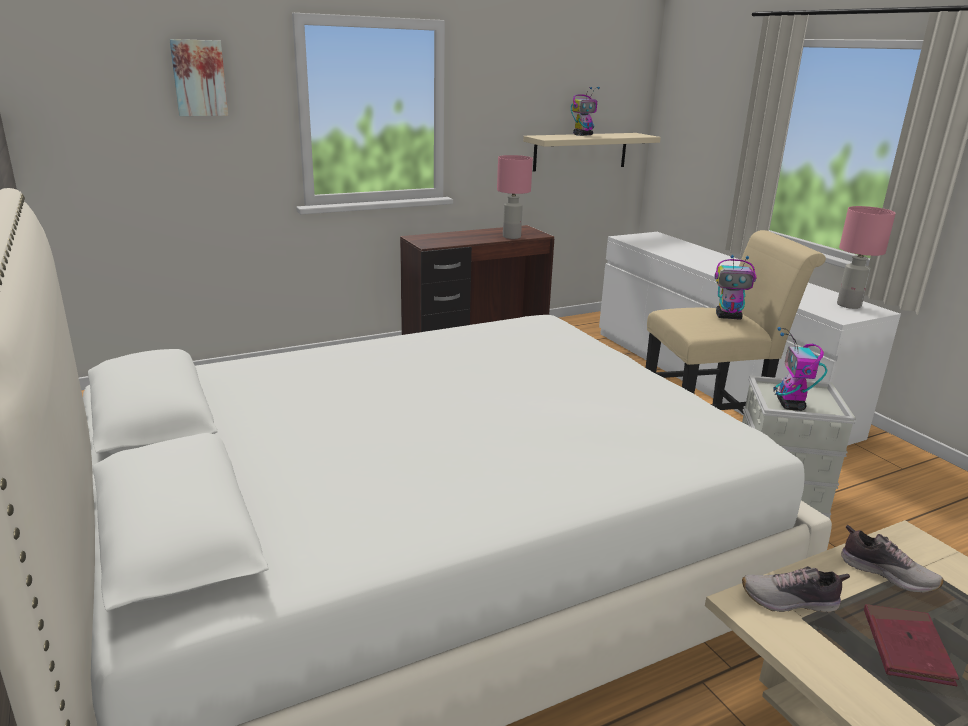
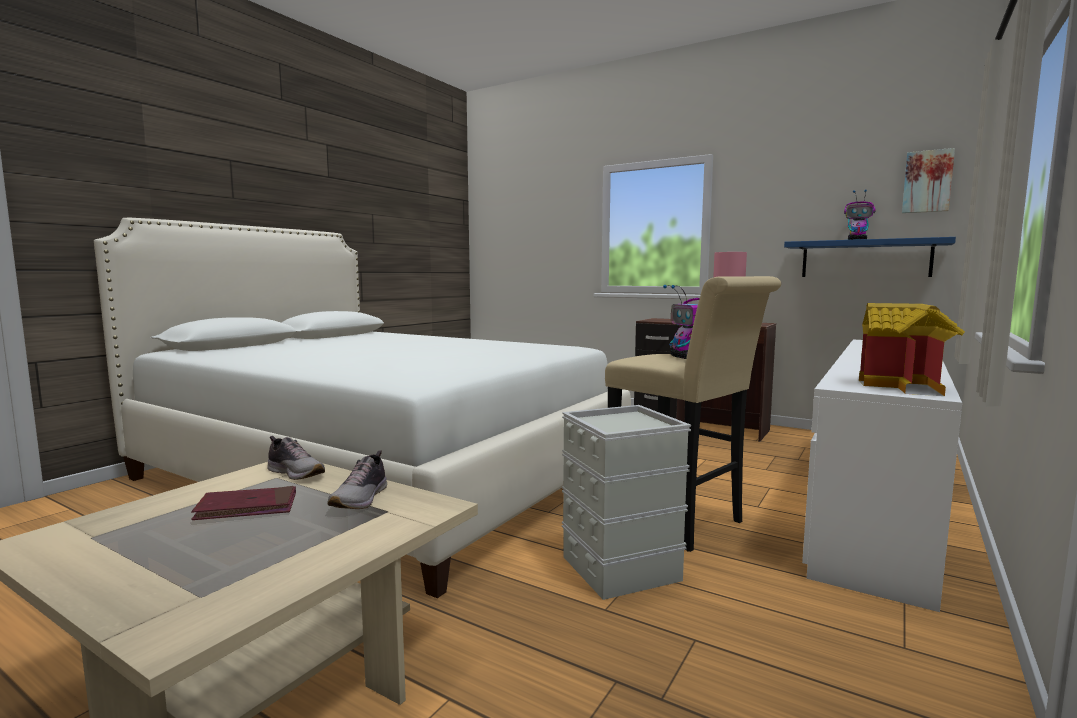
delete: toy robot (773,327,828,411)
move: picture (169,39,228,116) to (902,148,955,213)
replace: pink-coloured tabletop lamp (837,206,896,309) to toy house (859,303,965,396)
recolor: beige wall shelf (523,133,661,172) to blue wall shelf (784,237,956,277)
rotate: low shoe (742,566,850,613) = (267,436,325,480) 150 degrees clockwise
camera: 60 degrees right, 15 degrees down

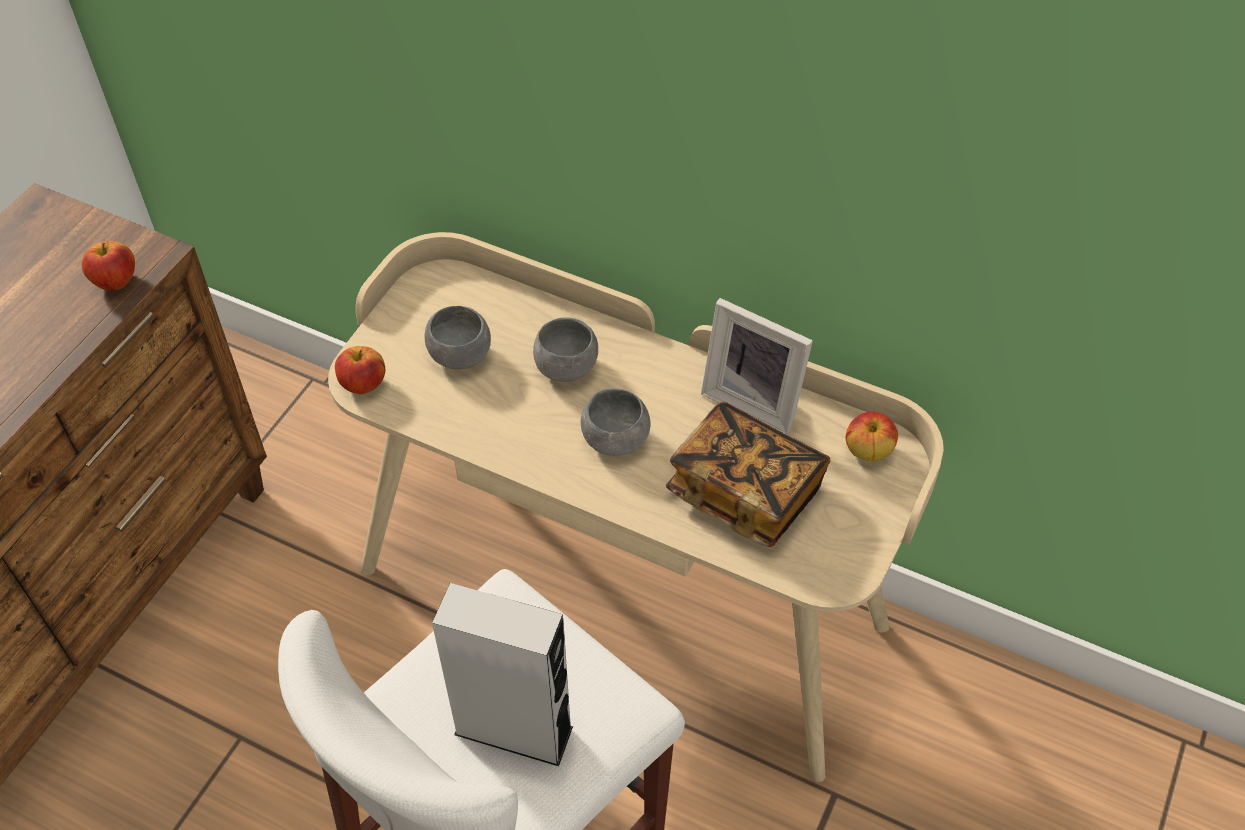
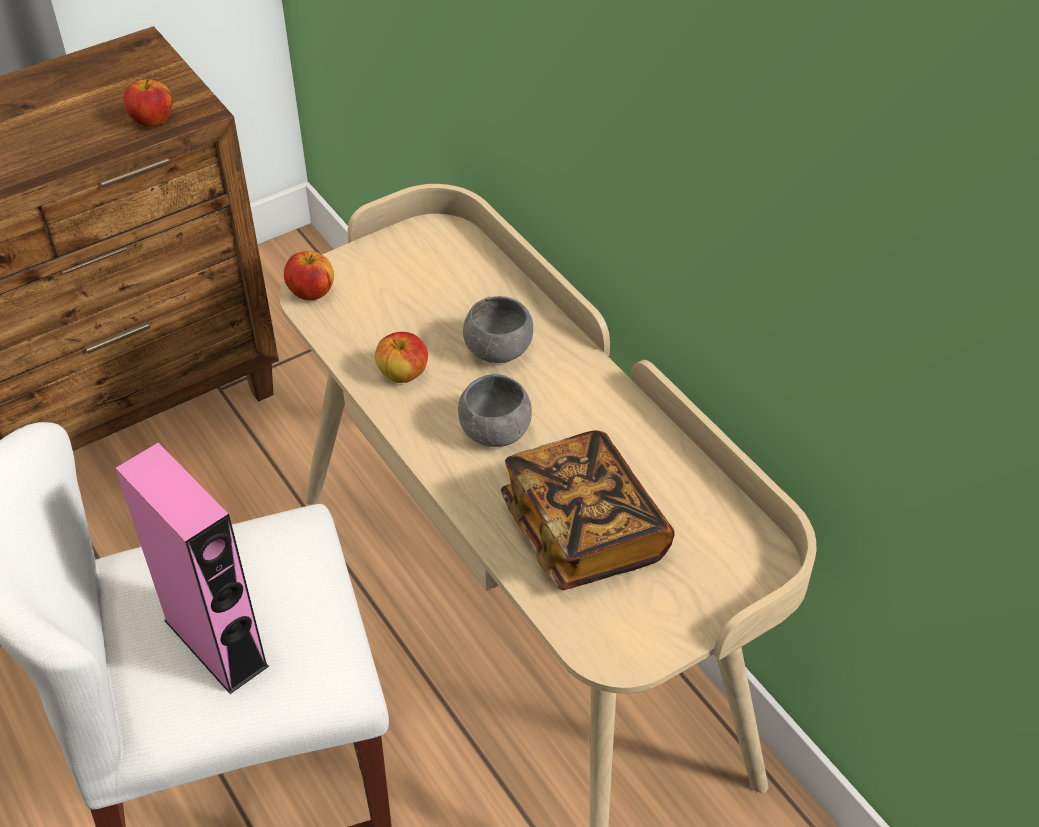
delete: gray serving bowl (425,306,491,369); photo frame (701,298,813,435)
move: apple (846,411,898,462) to (375,332,428,383)
recolor: gray loudspeaker (432,583,573,766) to pink-coloured loudspeaker (115,443,269,694)
camera: 30 degrees right, 5 degrees down

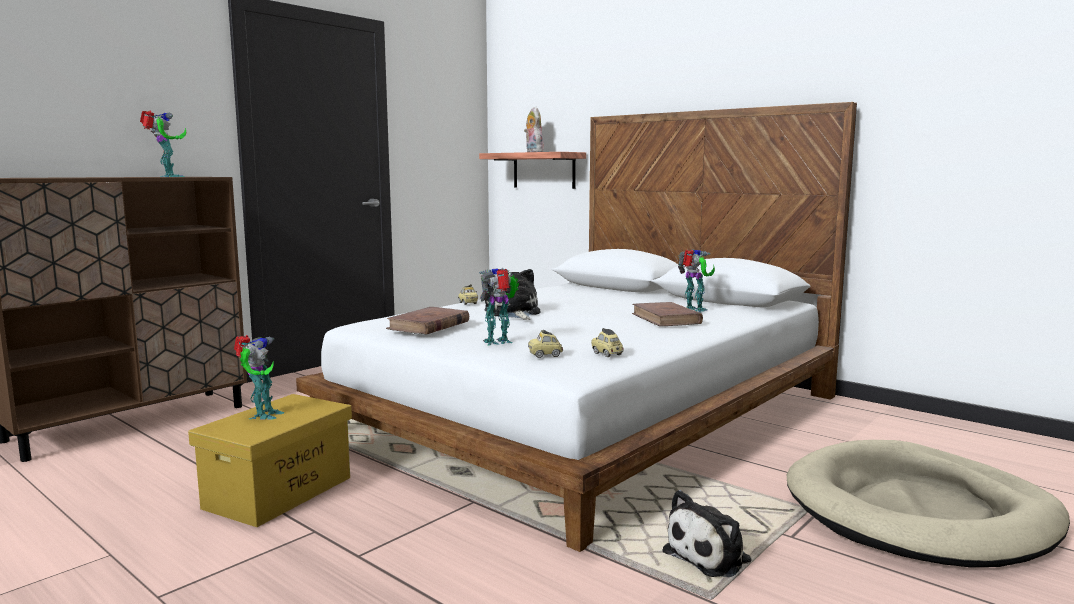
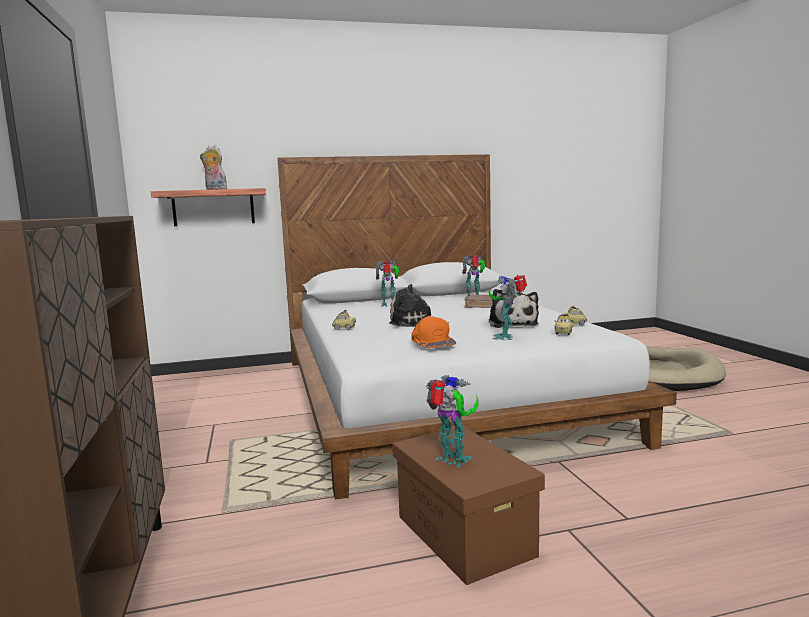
move: toy robot (140,111,186,177) to (375,260,400,307); plush toy (662,490,752,577) to (489,289,539,328)
replace: brown-coloured bound book (386,307,469,335) to orange baseball cap (411,316,456,348)
recolor: yellow storage bin (188,394,352,527) to brown-coloured storage bin (392,426,545,585)
camera: 55 degrees left, 0 degrees up

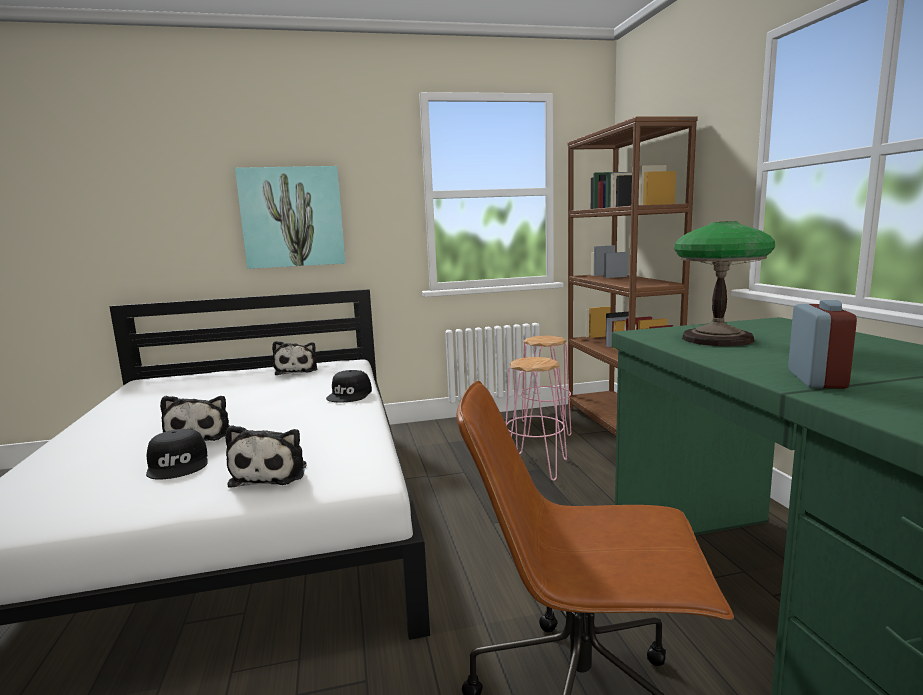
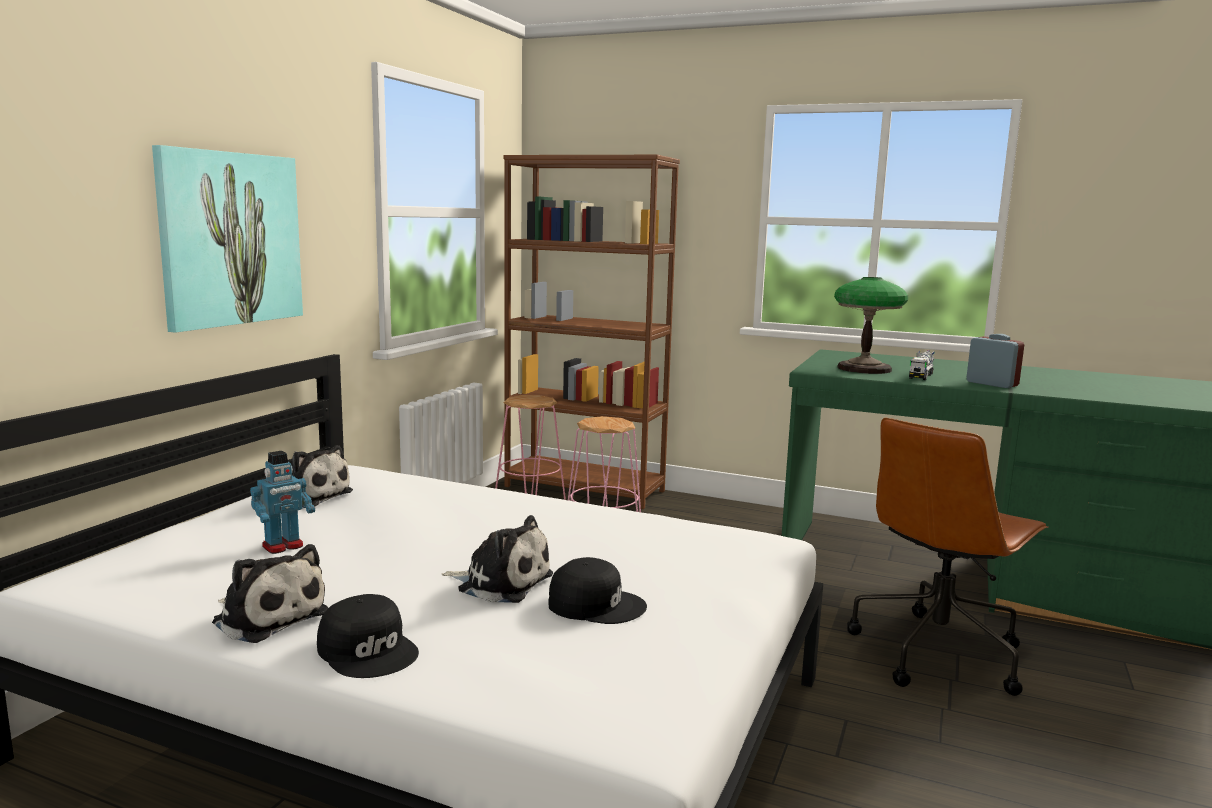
insert: toy robot (250,451,315,554); toy truck (909,350,935,380)
move: plush toy (225,425,307,488) to (212,544,328,643); black baseball cap (326,370,372,403) to (317,594,419,678)
camera: 55 degrees left, 0 degrees up

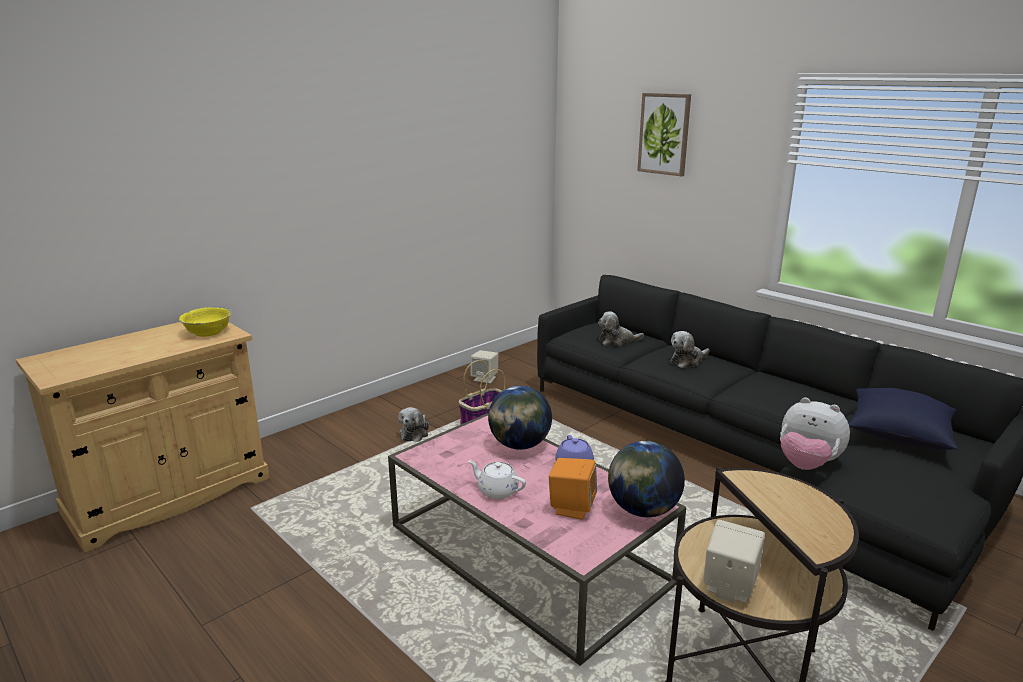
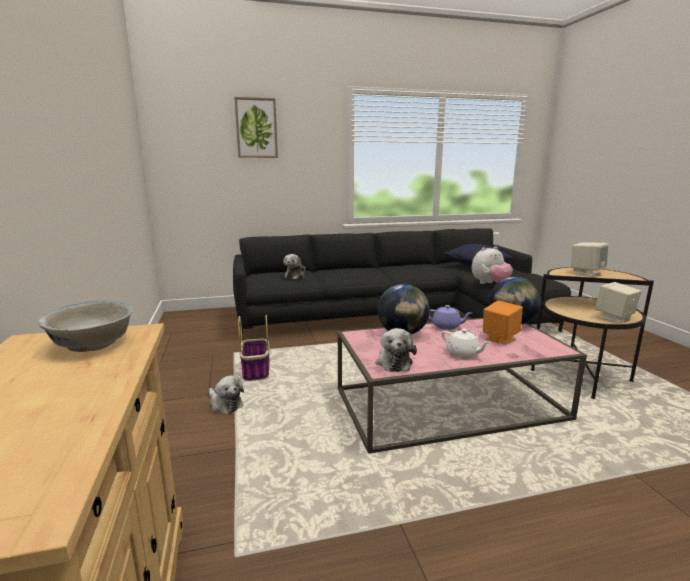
move: beige loudspeaker (470,350,498,383) to (571,242,608,277); plush toy (670,331,709,368) to (376,328,417,372)
recolor: yellow serving bowl (179,306,232,337) to white-coloured serving bowl (38,301,134,352)
rotate: white-coloured teapot (468,460,526,499) = (441,329,491,358) 105 degrees counterclockwise
camera: 60 degrees left, 5 degrees down

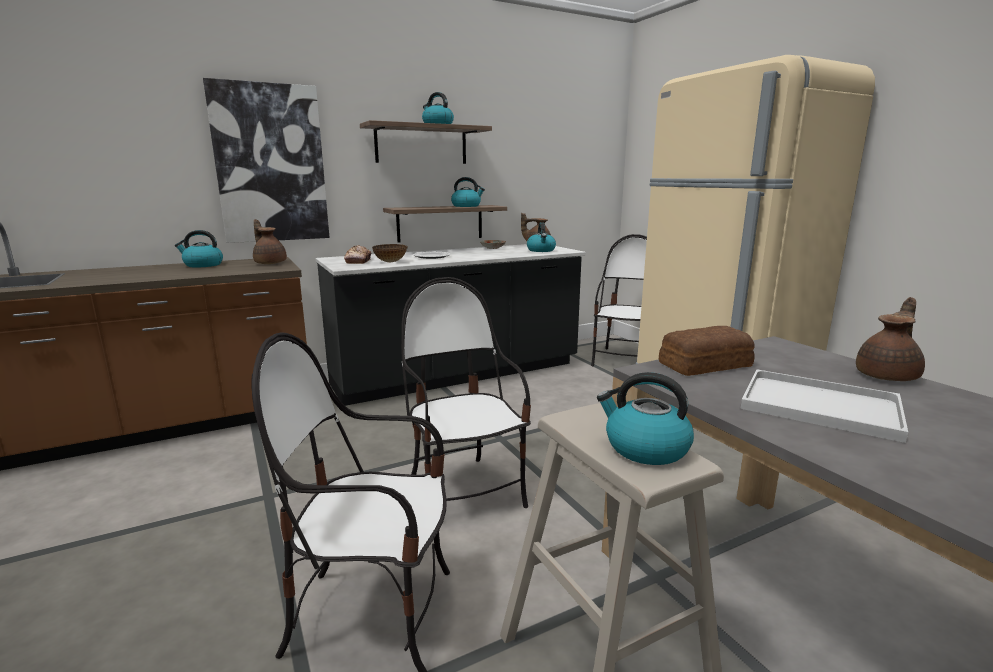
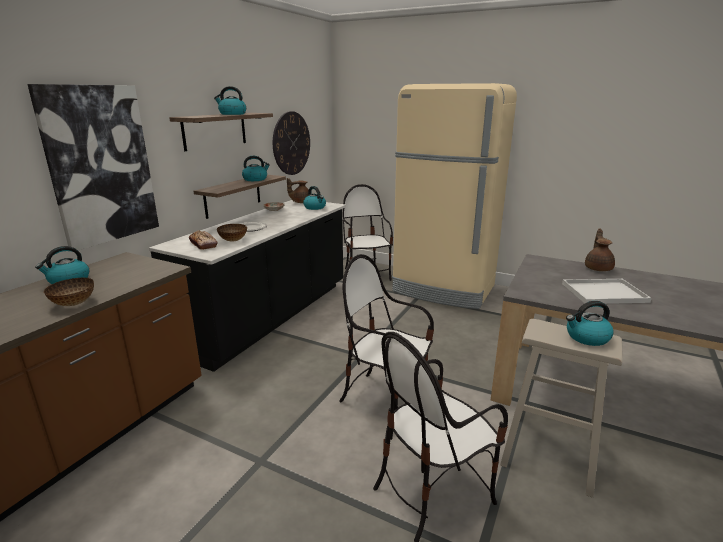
delete: brown-coloured teapot (253,219,287,264); bread (659,326,755,376)
insert: serving bowl (44,278,94,306); wall clock (273,111,310,175)
camera: 35 degrees left, 5 degrees up

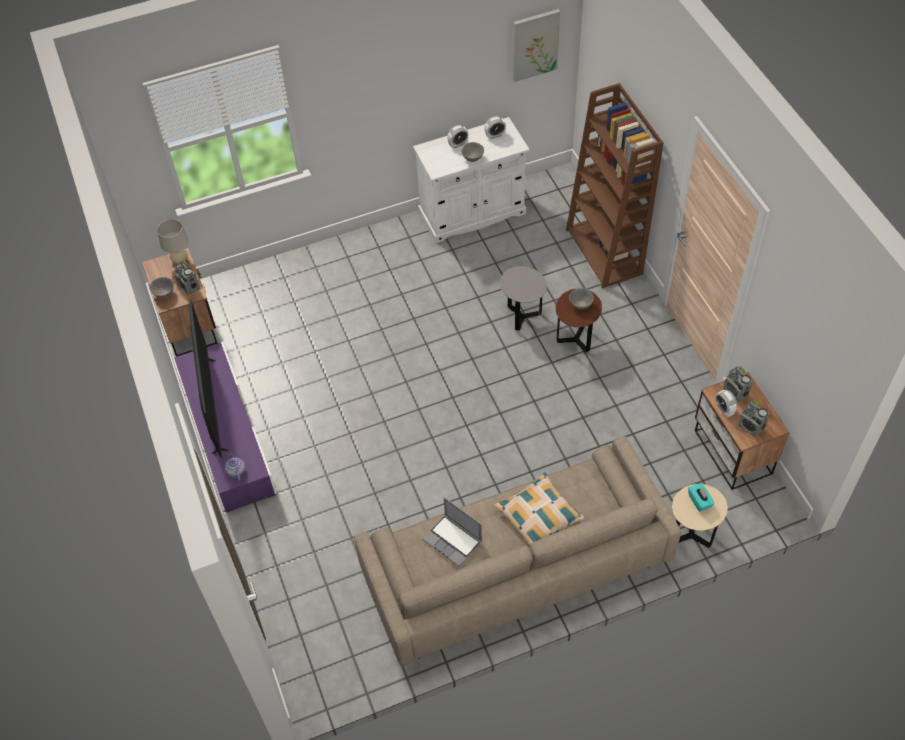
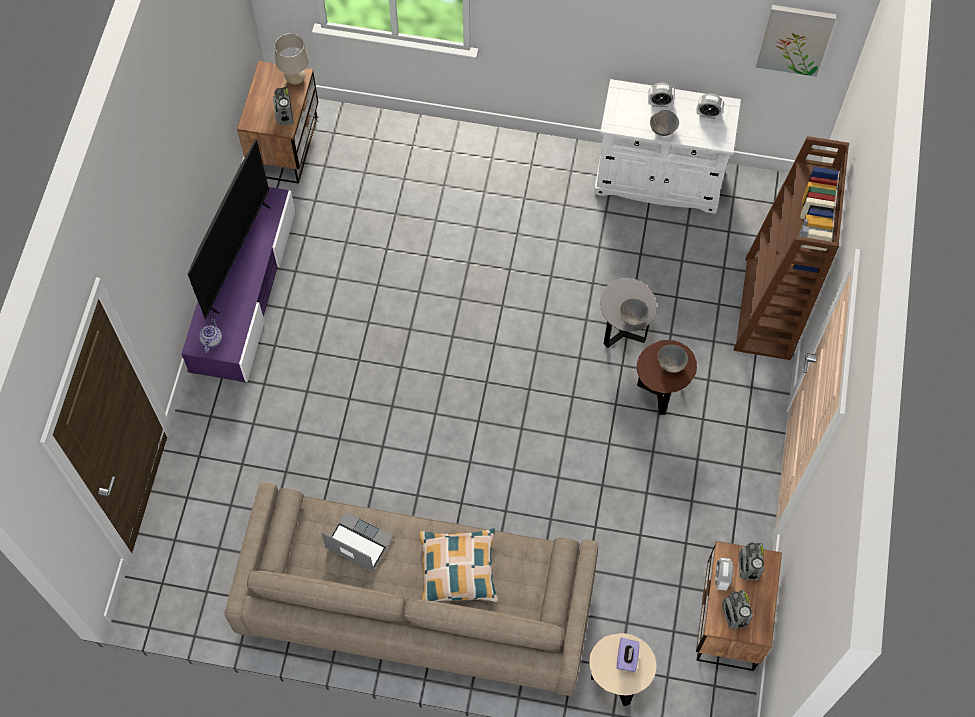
move: gray serving bowl (150,277,174,298) to (620,298,649,326)
recolor: turquoise-coloured box of tissues (688,484,714,512) to purplish box of tissues (617,638,639,672)
rotate: laptop (423,497,482,567) = (321,512,393,571) 135 degrees clockwise
camera: 30 degrees right, 10 degrees up

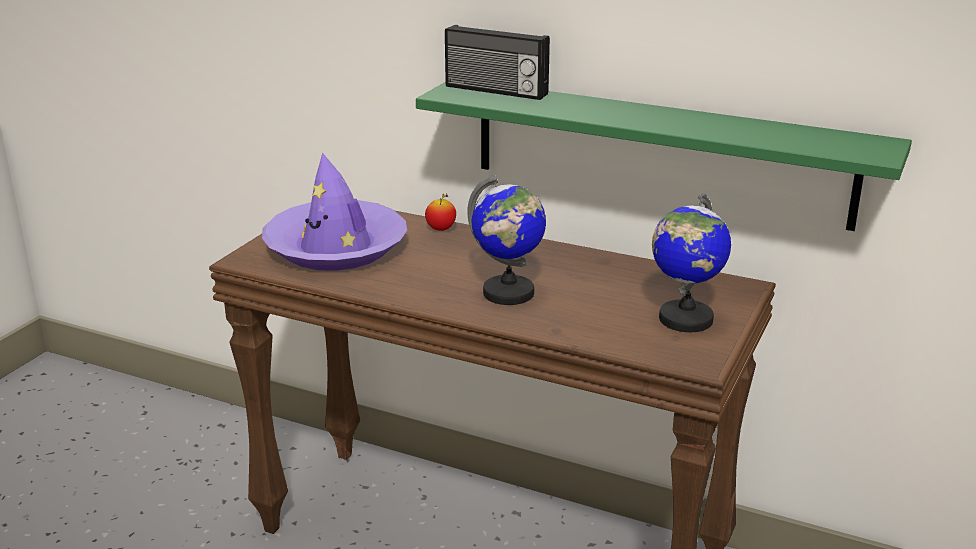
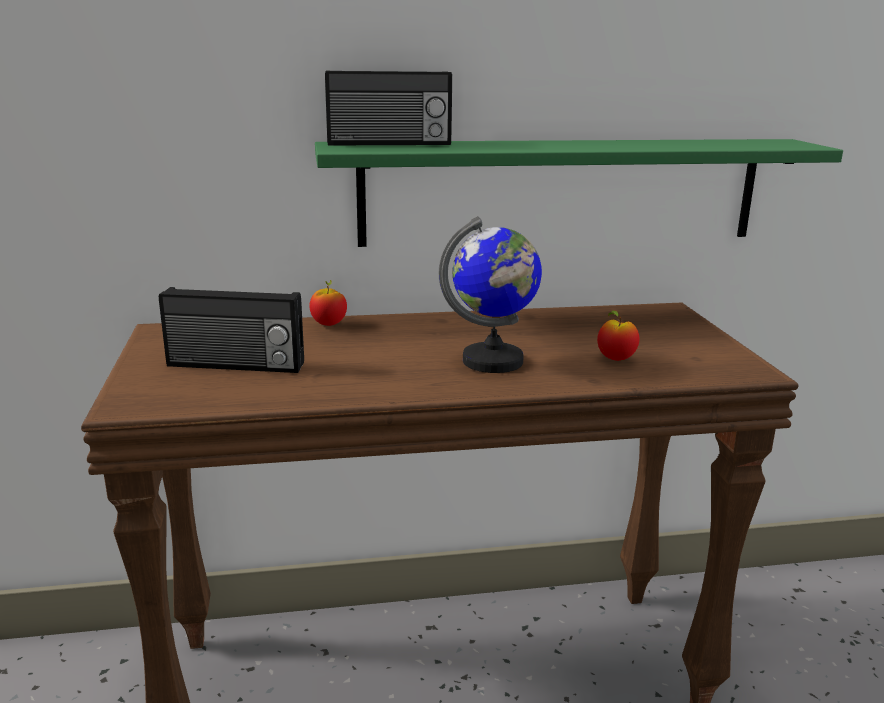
delete: globe (652,193,731,332)
insert: apple (597,310,639,361)
replace: purplish wearable hat (261,153,407,271) to radio (159,287,304,373)
camera: 35 degrees left, 5 degrees down

